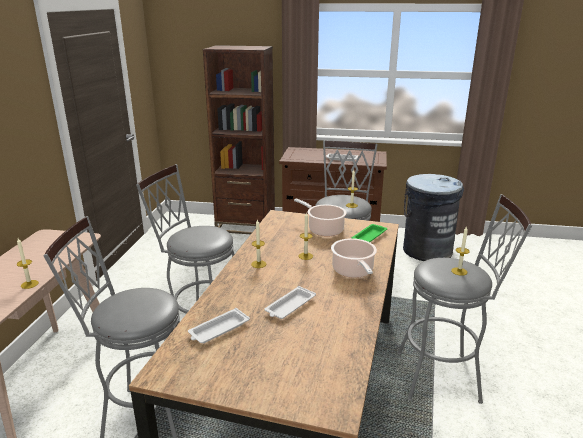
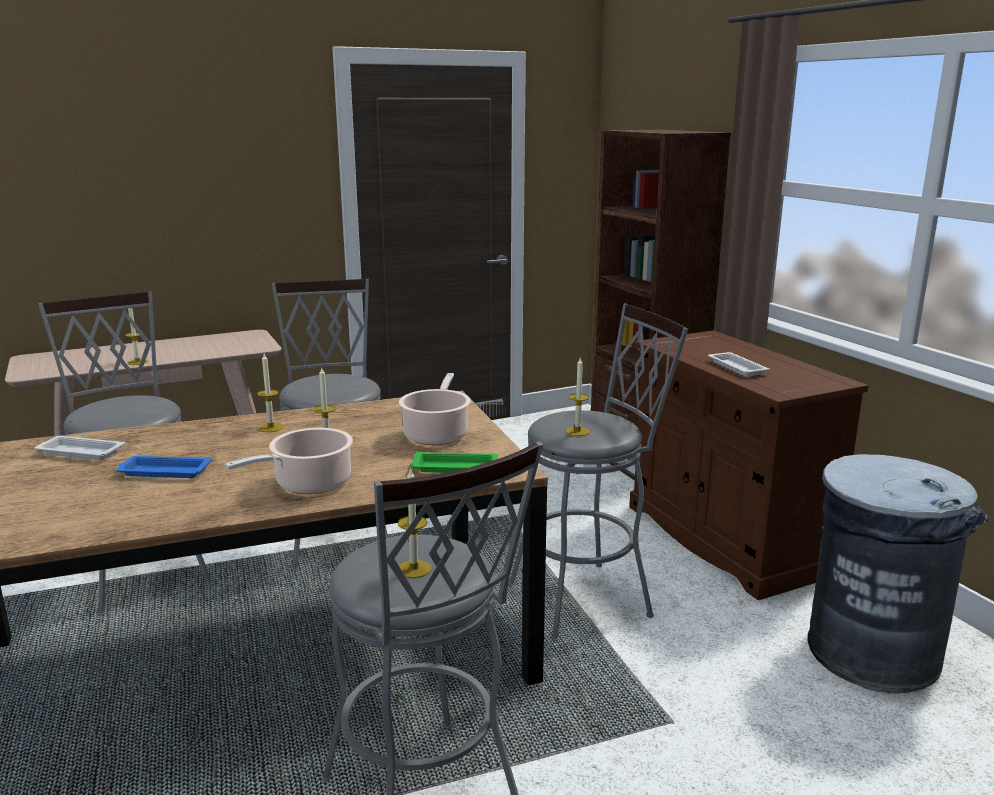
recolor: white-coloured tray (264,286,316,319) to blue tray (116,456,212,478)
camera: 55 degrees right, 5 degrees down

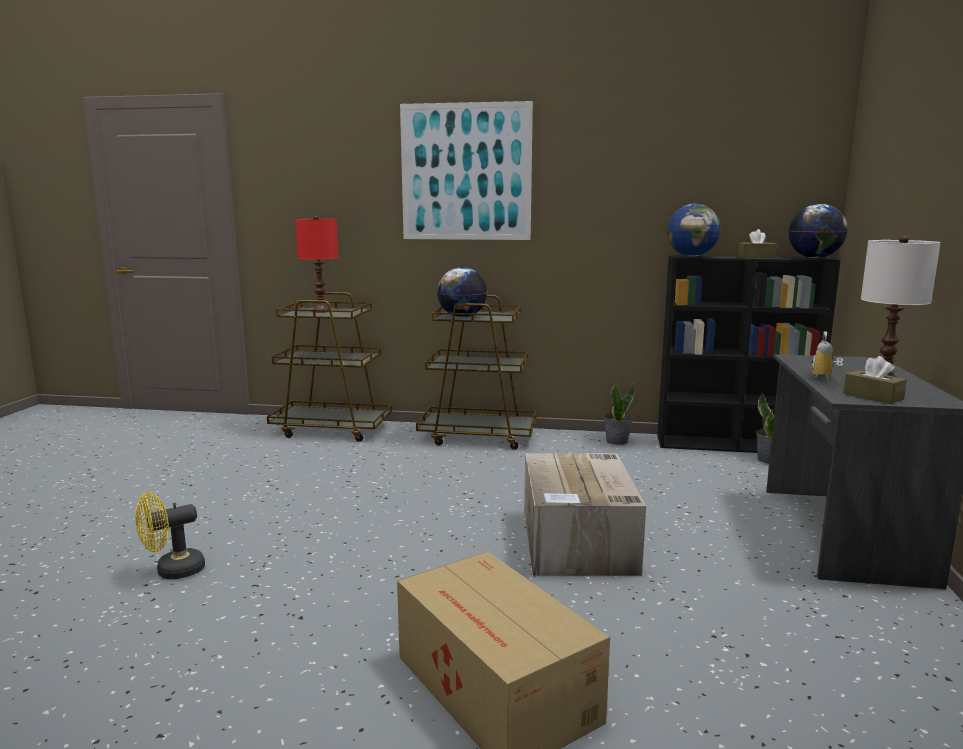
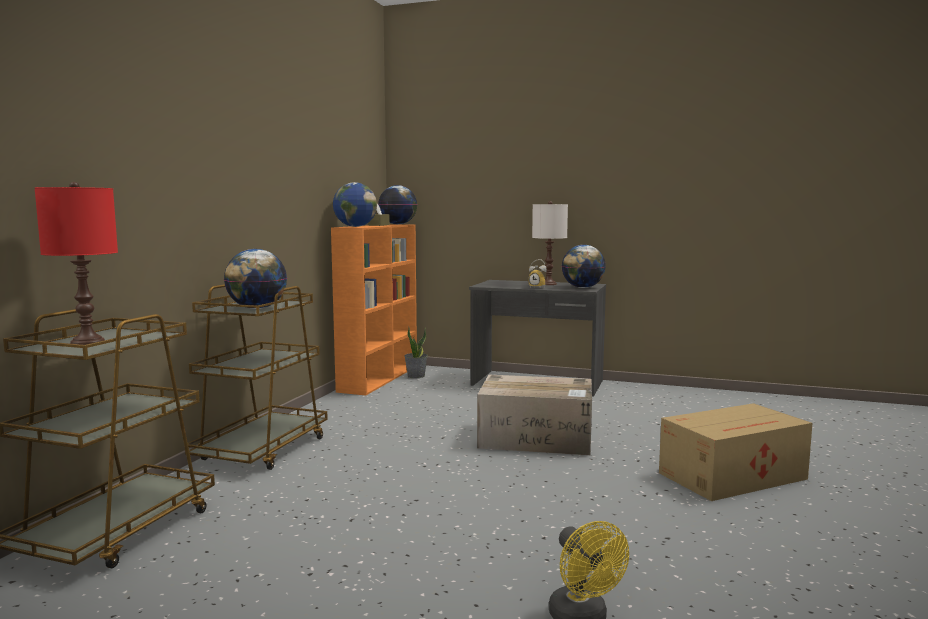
delete: picture (400,101,533,240); plant in a pot (603,383,634,445)
replace: brown-coloured box of tissues (843,356,907,404) to globe (562,245,606,288)
recolor: black bookcase (657,255,841,453) to orange bookcase (331,224,417,395)
camera: 80 degrees left, 5 degrees down

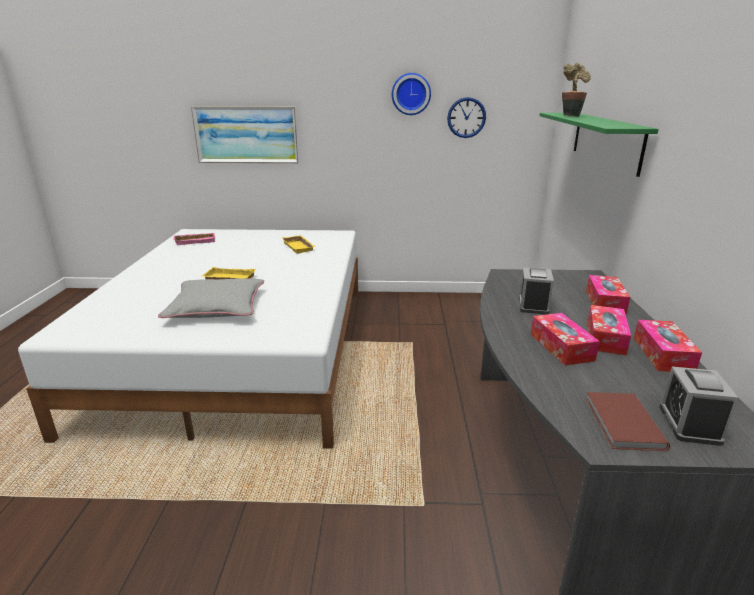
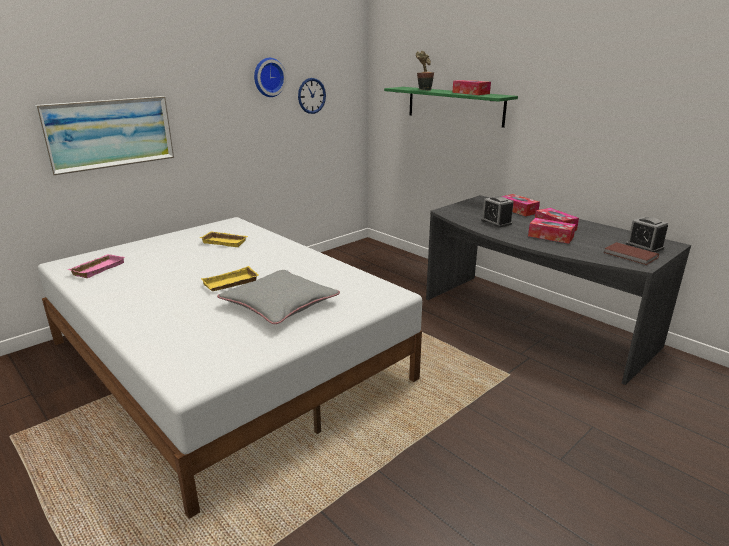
move: box of tissues (634,320,702,372) to (452,80,491,95)
camera: 45 degrees left, 0 degrees up

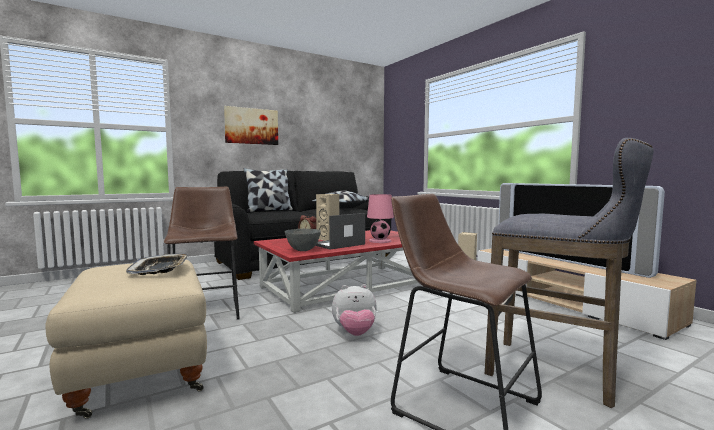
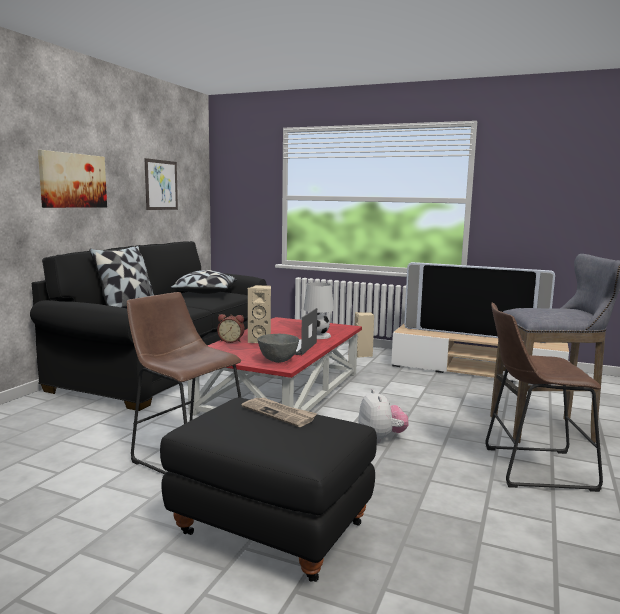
insert: picture (144,158,178,210)
replace: tray (126,253,189,275) to newspaper (241,397,317,427)
recolor: beige pouffe (46,260,207,419) to black pouffe (160,398,377,582); pink-coloured tabletop lamp (367,194,394,243) to white-coloured tabletop lamp (304,282,334,339)
rotate: plush toy (332,284,377,336) = (358,389,409,443) 60 degrees counterclockwise
camera: 35 degrees left, 5 degrees up

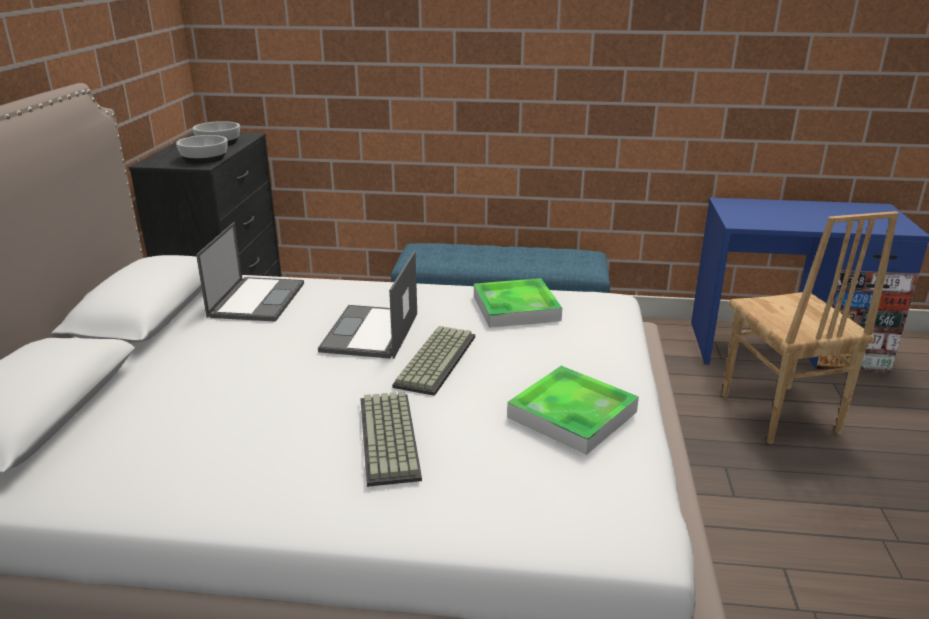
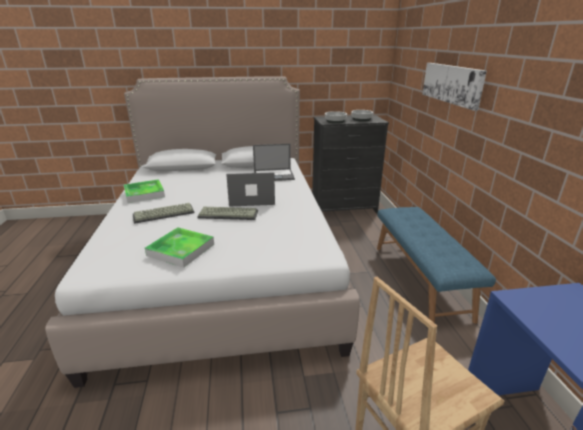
insert: picture (422,63,487,111)
move: tray (474,278,562,328) to (124,179,165,203)
camera: 75 degrees right, 0 degrees up

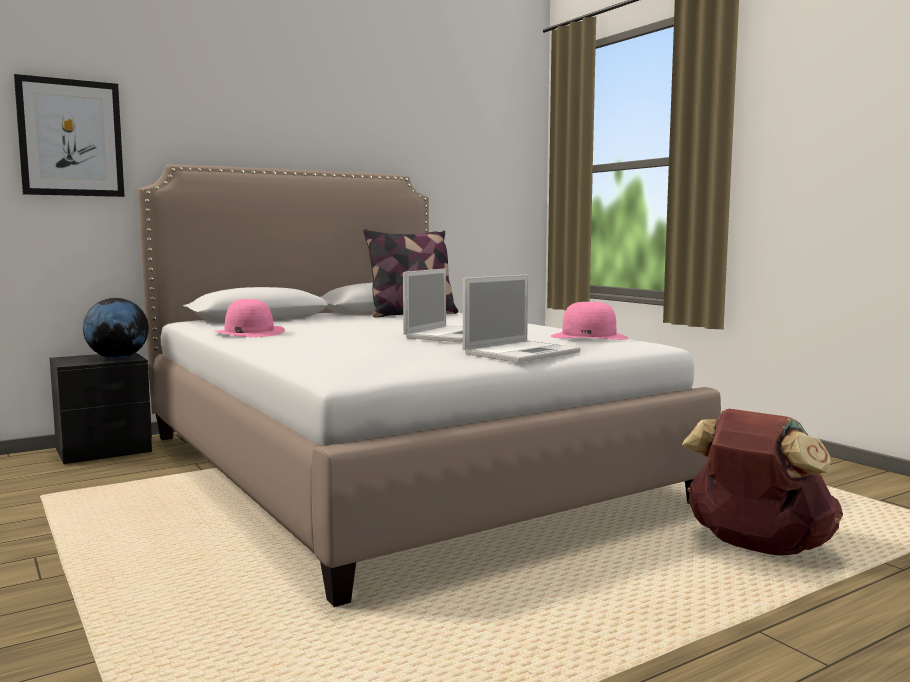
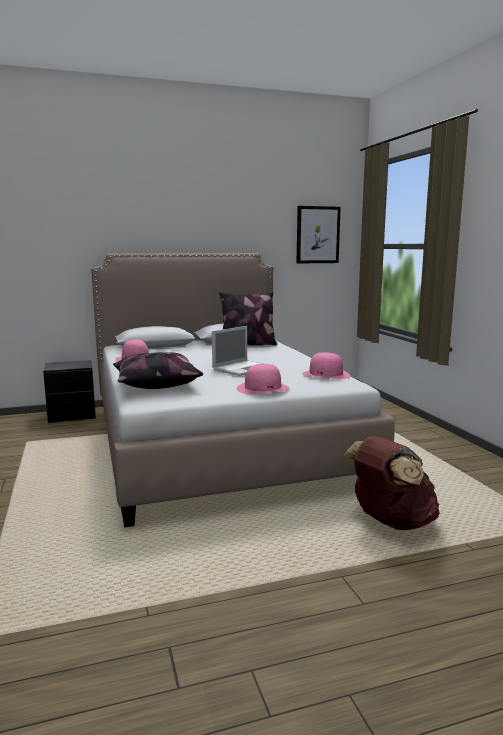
delete: globe (83,298,149,359)
insert: cushion (113,352,203,389)
move: picture (14,74,125,197) to (297,206,341,263)
replace: laptop (463,274,581,363) to pink-coloured wearable hat (237,364,289,394)
camera: 15 degrees right, 5 degrees up

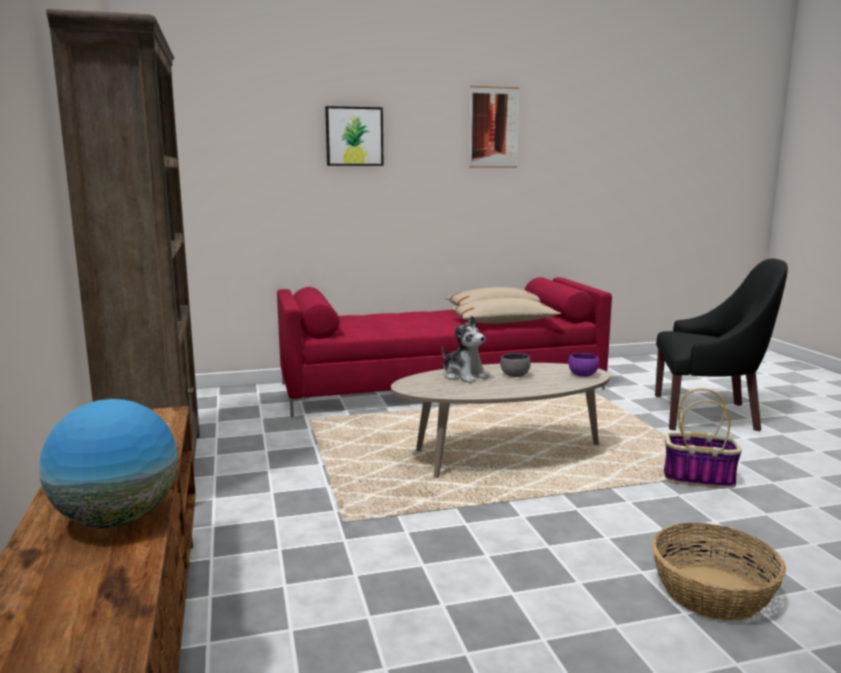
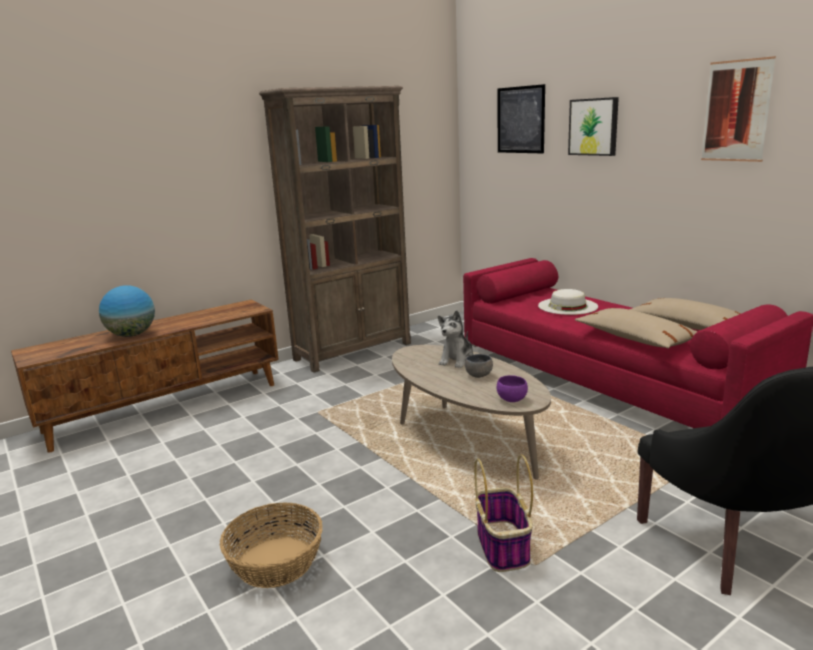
insert: picture (498,84,545,153); white-coloured wearable hat (538,289,598,315)
camera: 70 degrees right, 5 degrees up

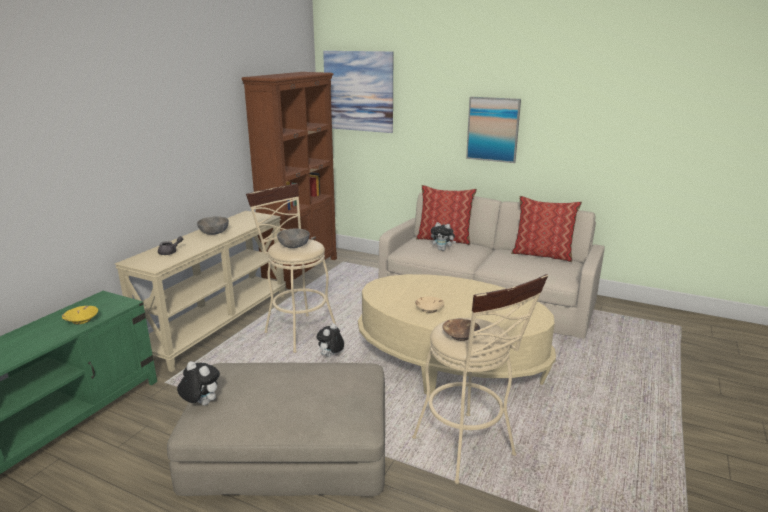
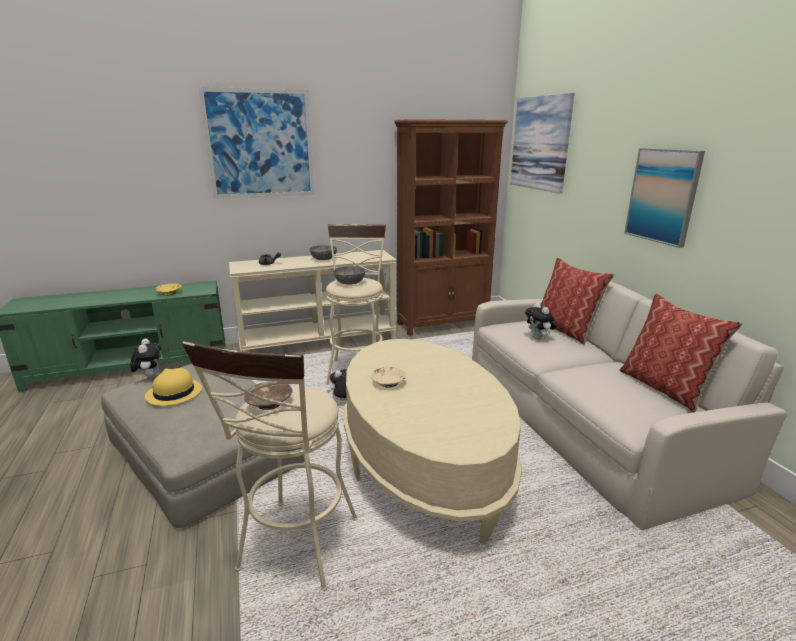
insert: yellow wearable hat (145,368,202,406); picture (199,87,315,199)
camera: 45 degrees right, 0 degrees up

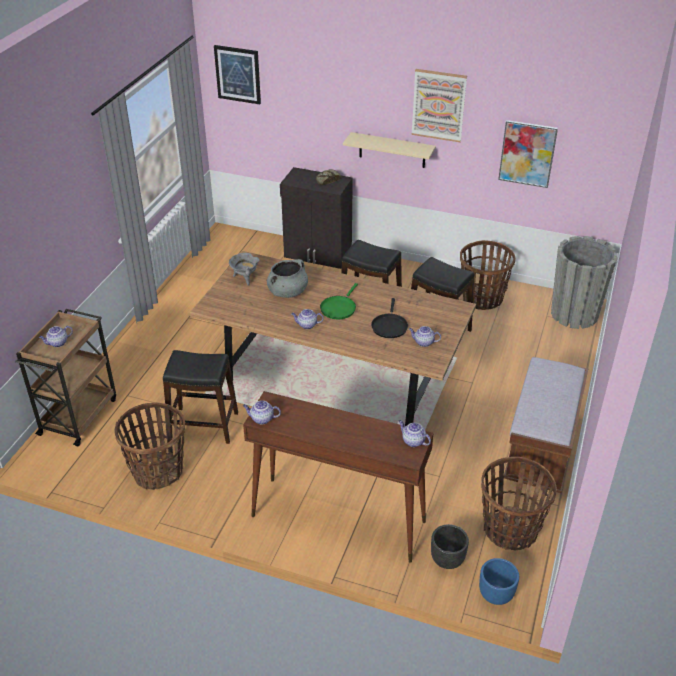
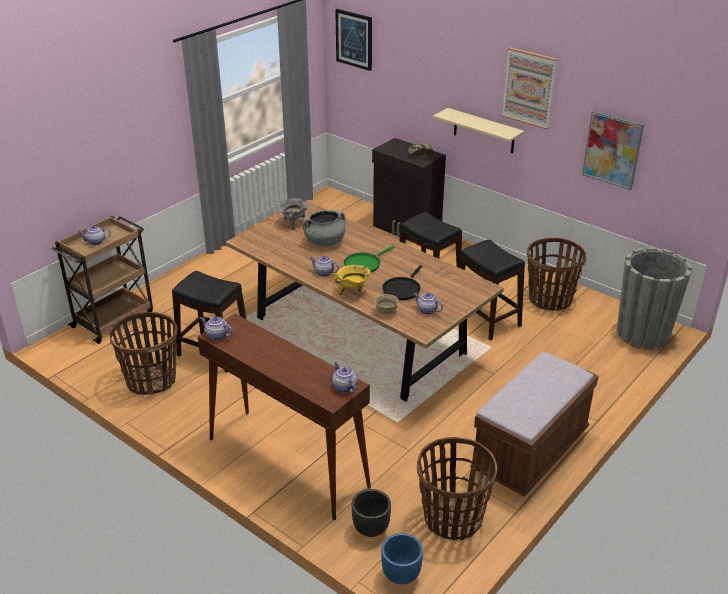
insert: yellow saucepot (334,265,371,295); beige serving bowl (375,294,399,315)
camera: 20 degrees right, 5 degrees down

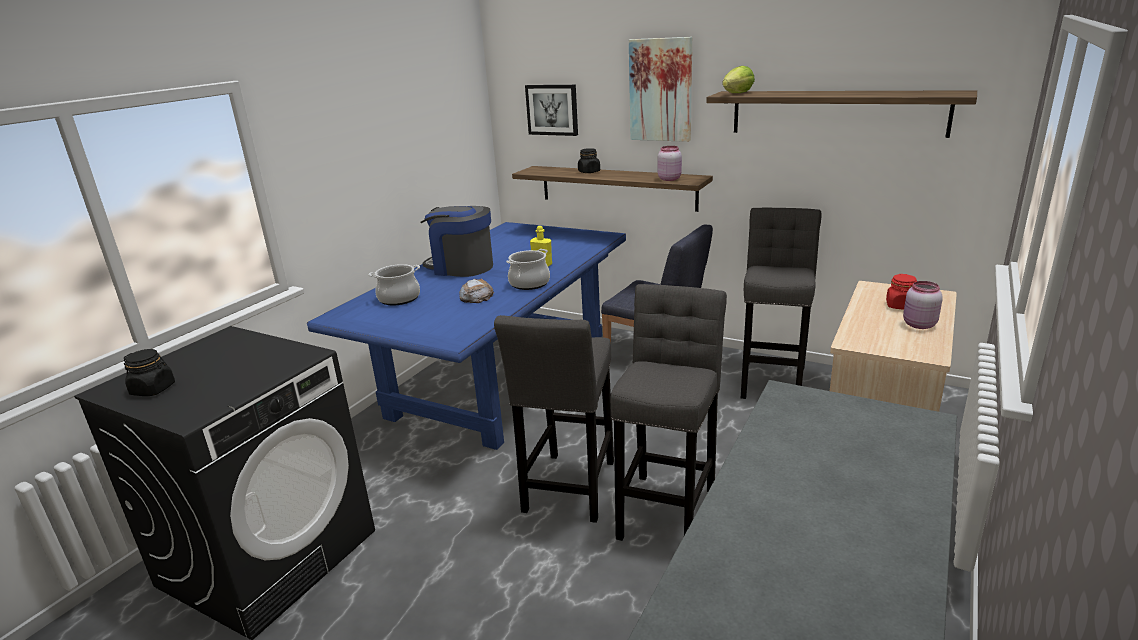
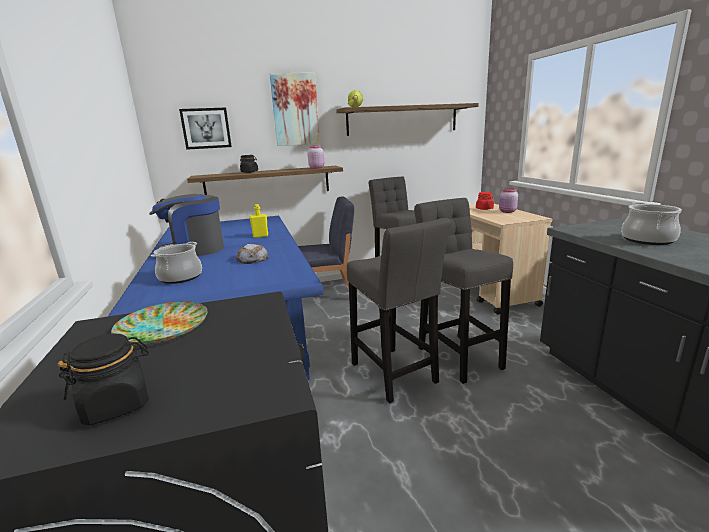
insert: flat dish (111,301,207,345)
move: saucepot (506,249,550,290) to (621,202,682,245)
camera: 45 degrees left, 5 degrees down

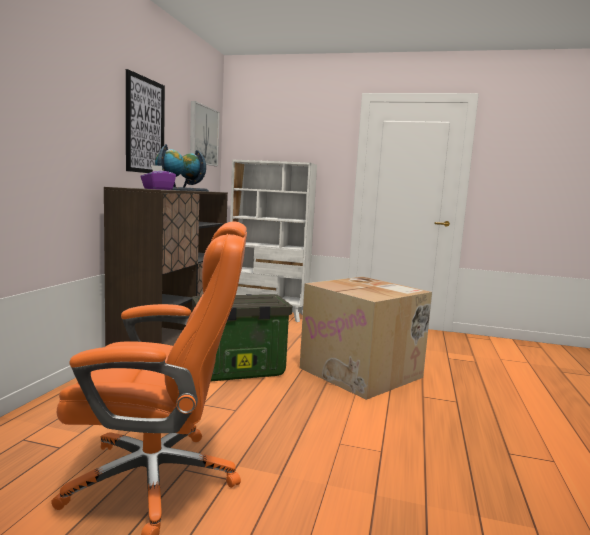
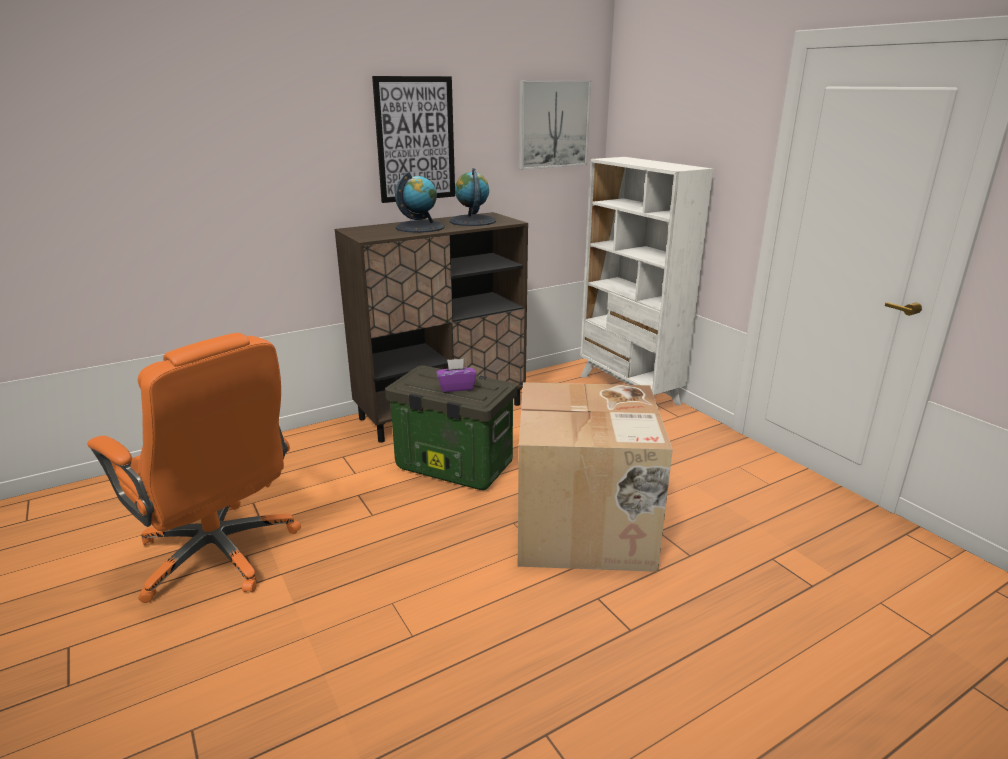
move: purplish box of tissues (140,165,176,190) to (436,359,477,392)
camera: 45 degrees right, 15 degrees up

